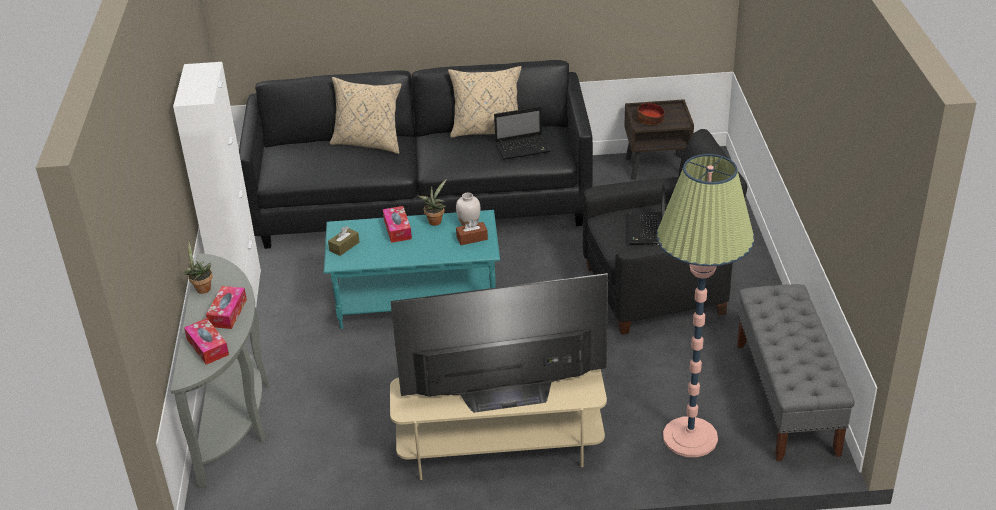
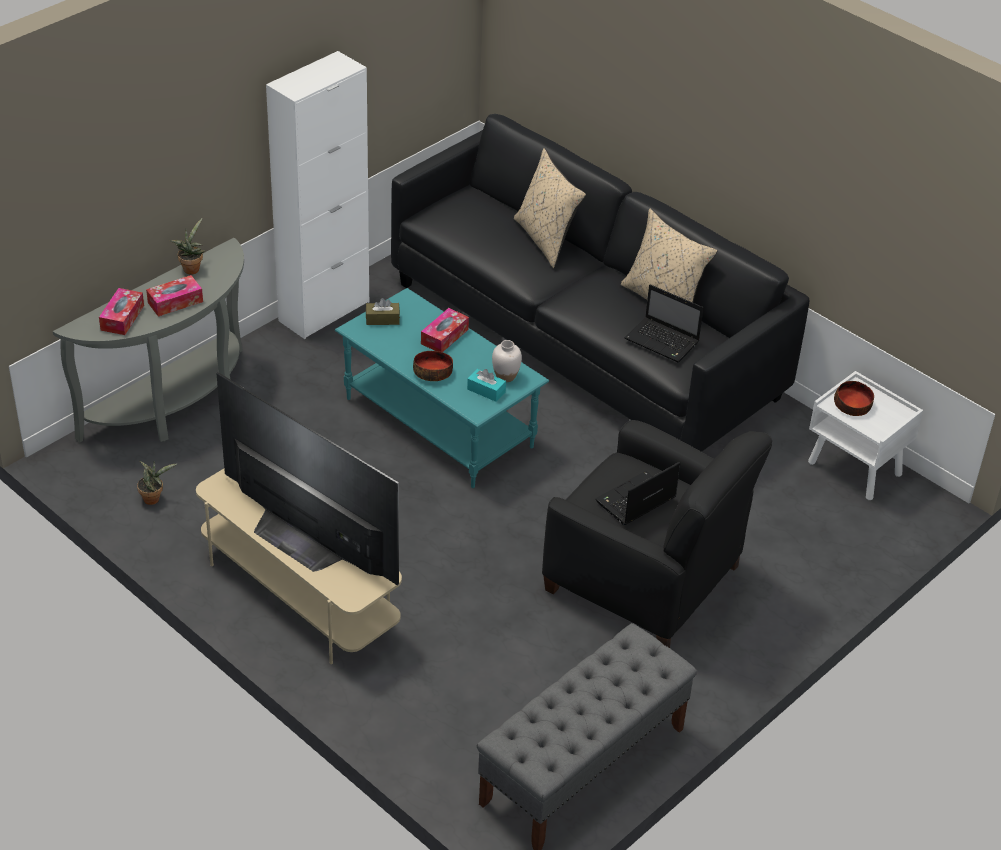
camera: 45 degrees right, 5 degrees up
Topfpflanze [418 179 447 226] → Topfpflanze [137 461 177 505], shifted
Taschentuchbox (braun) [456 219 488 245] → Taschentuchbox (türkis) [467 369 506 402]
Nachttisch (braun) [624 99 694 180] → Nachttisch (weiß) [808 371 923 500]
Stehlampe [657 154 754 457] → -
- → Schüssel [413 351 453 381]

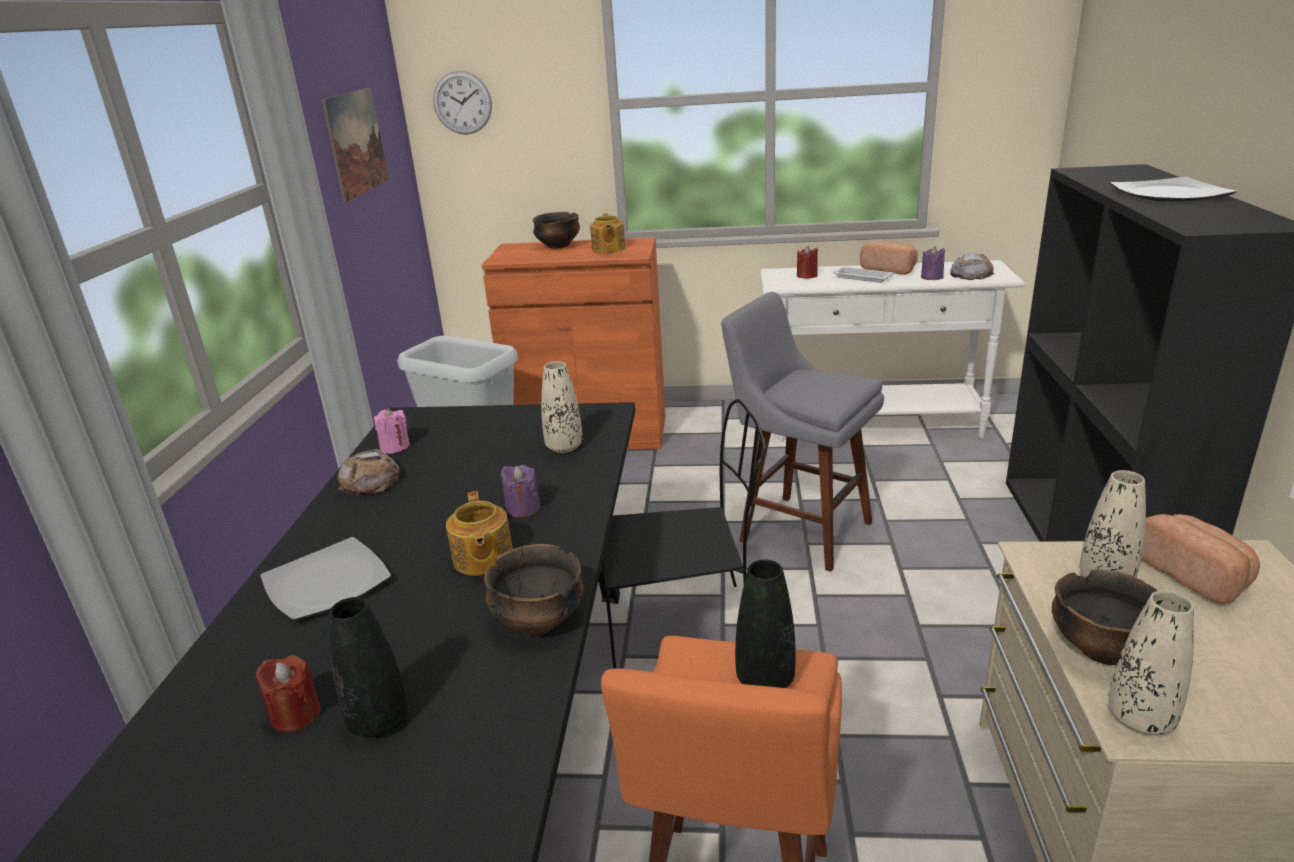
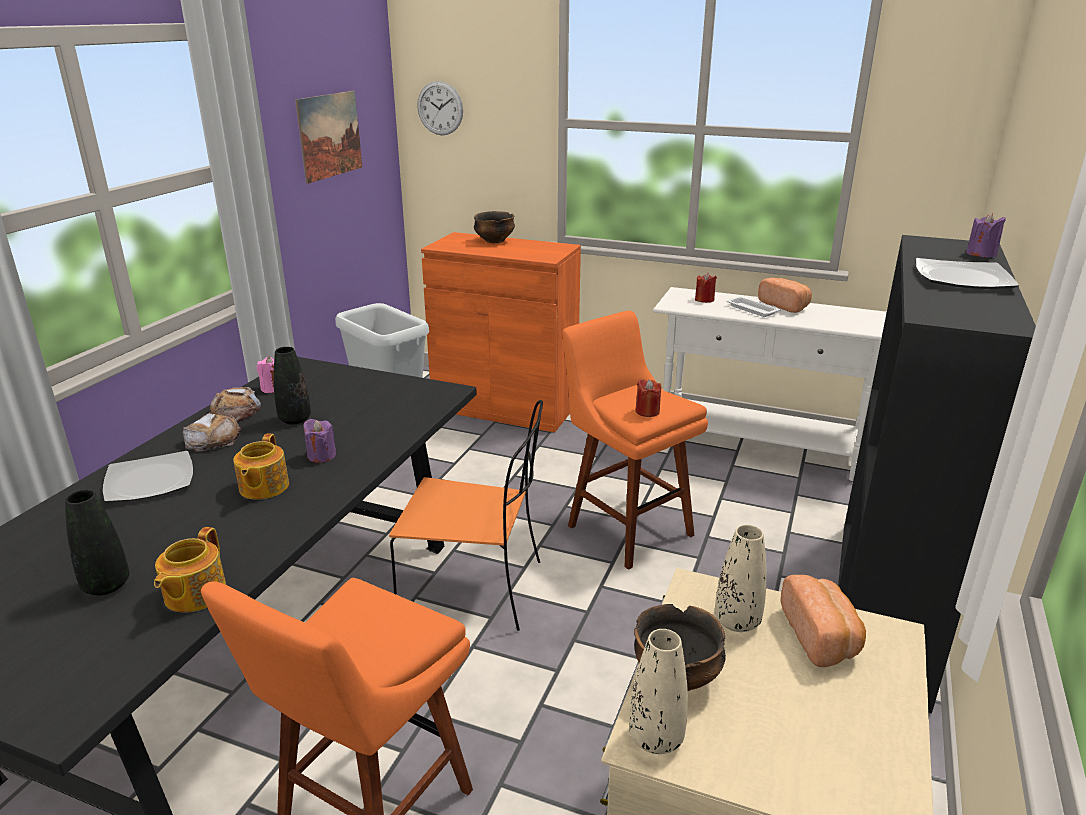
camera: 15 degrees right, 0 degrees up
Kerze (rot) [256 655 321 733] → Kerze (rot) [635 379 661 417], shifted
Schüssel [484 544 584 636] → -
Vase (beige) [541 361 582 453] → -
Teekanne [590 213 626 253] → Teekanne [154 527 226 613], shifted
Stuhl (schwarz) [602 399 766 669] → Stuhl (orange) [389 400 543 631]
Hocker (grau) [721 292 884 572] → Hocker (orange) [562 311 708 570]
Vase (schwarz) [735 560 796 688] → Vase (schwarz) [274 347 311 424], shifted
Kerze (lila) [921 246 945 280] → Kerze (lila) [966 213 1005 257], shifted
Brot [950 252 995 280] → Brot [183 413 241 452], shifted

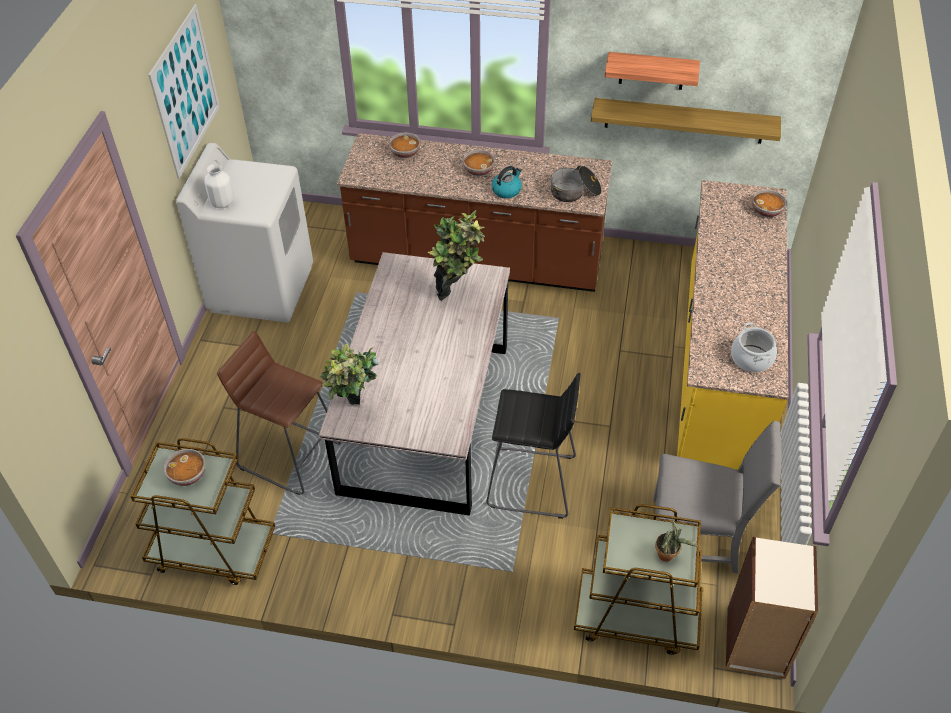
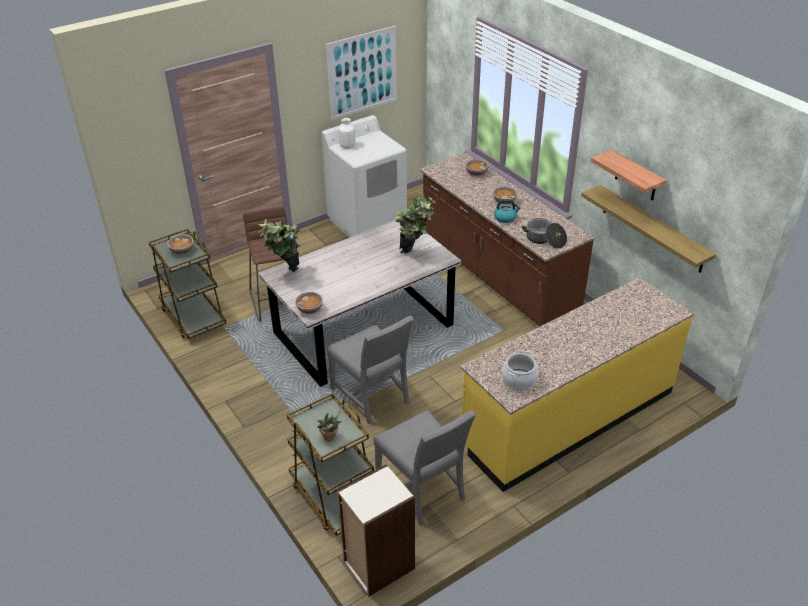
camera: 45 degrees right, 10 degrees down
Hocker (schwarz) [486 373 581 519] → Stuhl (grau) [327 316 414 424]
Schüssel [752 189 787 217] → Schüssel [295 292 323 314], shifted

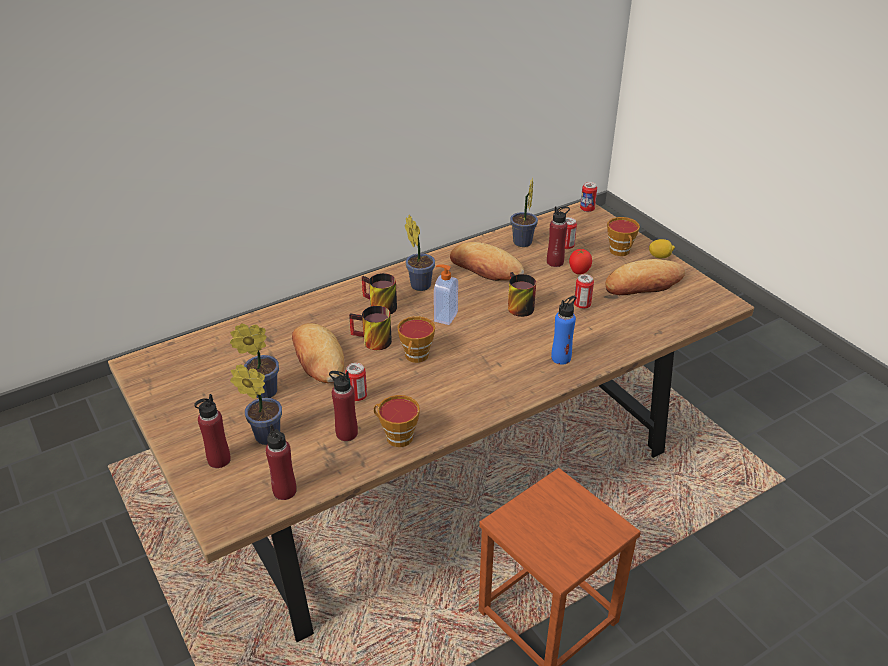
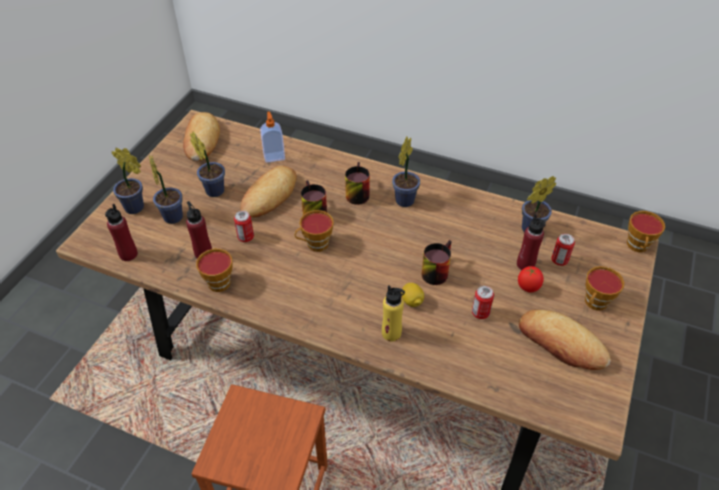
camera: 55 degrees right, 10 degrees up
Flasche (rot) [194 394 231 468] → Topfpflanze [111 148 144 214]
Seifenspender [434 264 458 325] → Seifenspender [260 112 285 163], shifted
Brot [450 242 524 281] → Brot [183 112 220 161], shifted
Flasche (blau) [551 296 577 365] → Flasche (gelb) [382 285 405 341]
Dose [580 182 597 212] → Tasse [627 211 665 252]
Zitrone [649 239 675 258] → Zitrone [401 283 424 307], shifted

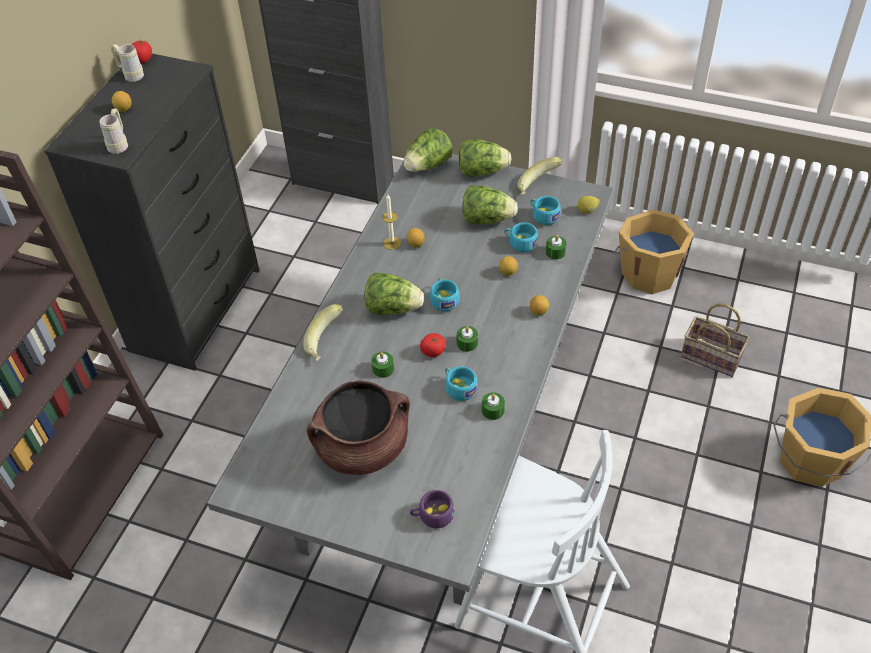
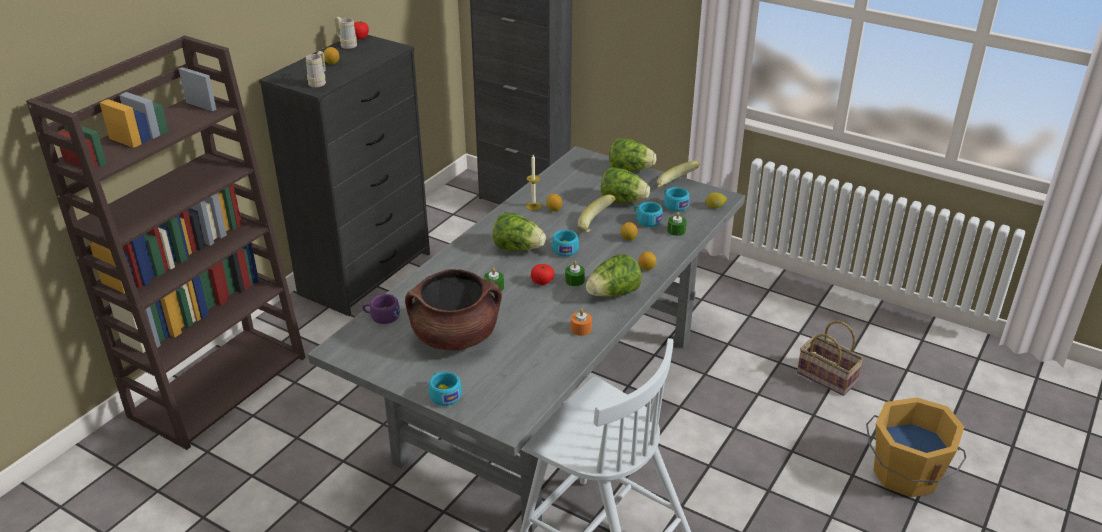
camera: 10 degrees right, 15 degrees down
Banane [303 304 343 361] → Banane [578 194 616 233], shifted
Salatkopf [404 128 453 172] → Salatkopf [586 254 642 297], shifted
Tasse (lila) [410 490 455 528] → Tasse (lila) [363 294 400 324], shifted
Tasse (türkis) [445 366 478 401] → Tasse (türkis) [429 372 462 406], shifted
Kerze (grün) [482 392 505 420] → Kerze (orange) [571 309 592 336]
Eimer (orange) [613 209 694 294] → -

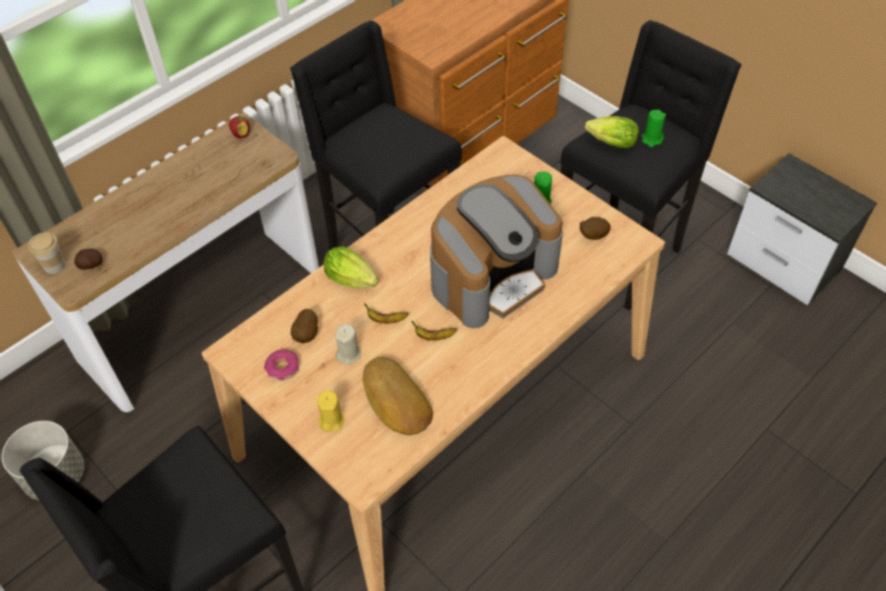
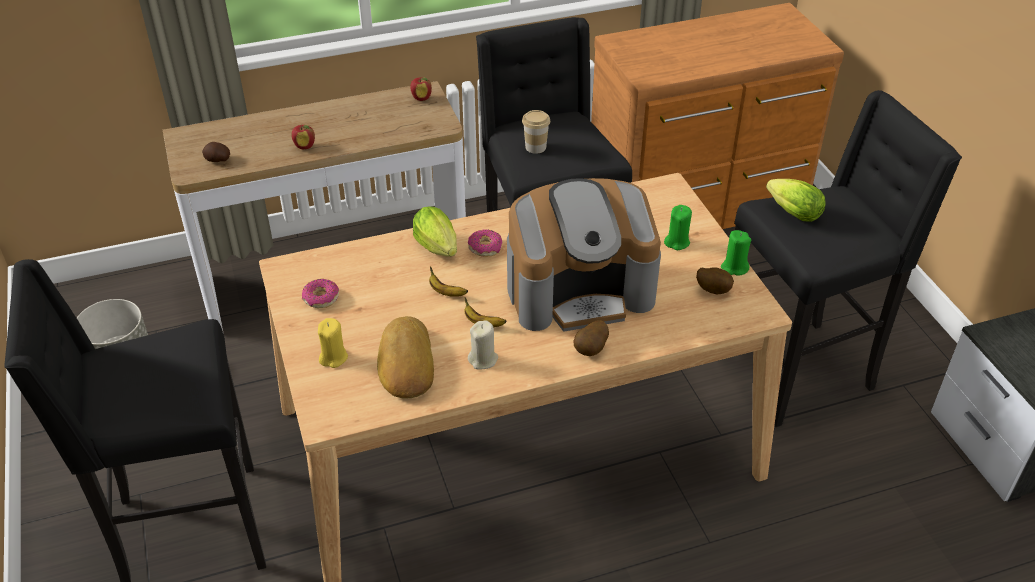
camera: 25 degrees right, 10 degrees down
Tasse [28 232 65 274] → Tasse [522 110 550 154], shifted
Kartoffel [291 309 318 343] → Kartoffel [574 320 609 356], shifted
Kerze (beige) [335 324 361 365] → Kerze (beige) [468 320 498 370], shifted
Kerze (grün) [642 110 666 147] → Kerze (grün) [721 230 751 276], shifted
- → Apfel [291 125 315 150]
- → Donut [468 229 502 257]

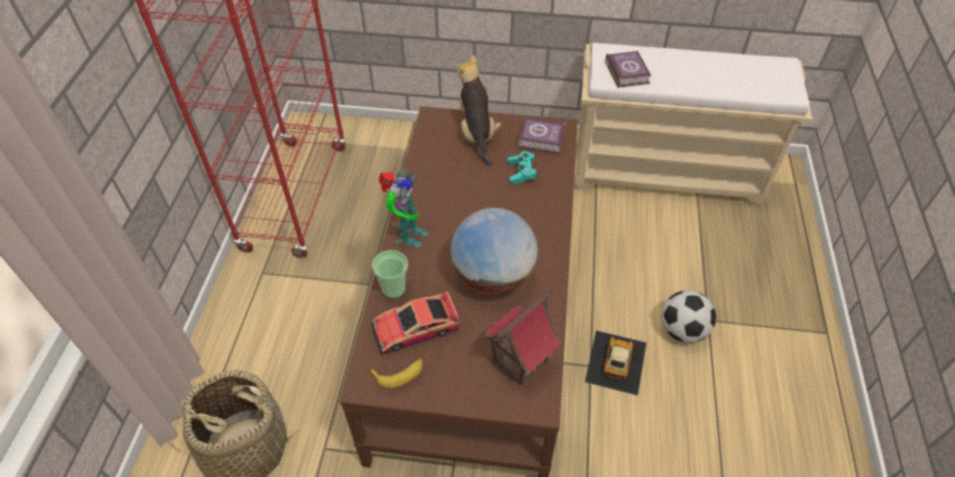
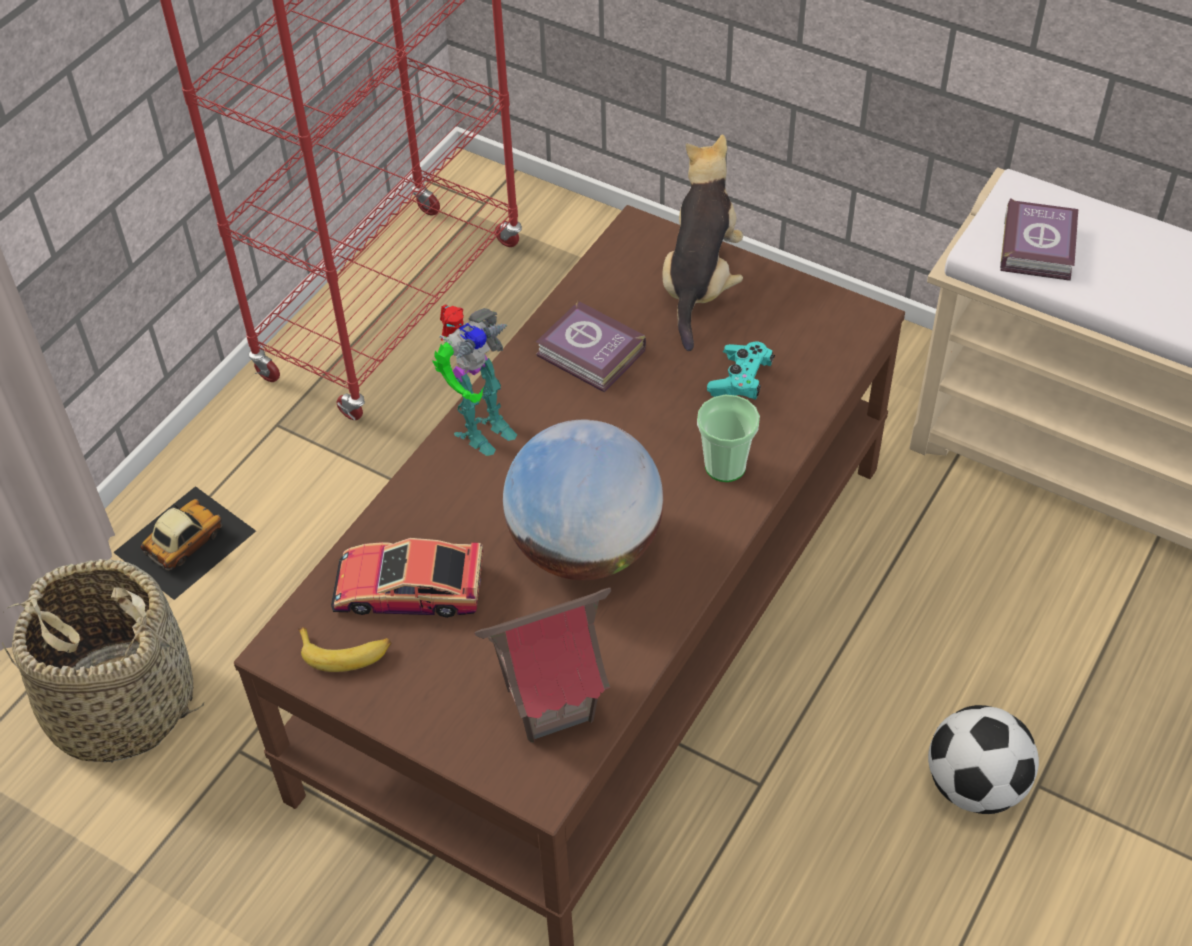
camera: 25 degrees right, 0 degrees up
Tasse [372 250 408 299] → Tasse [697 395 760 482], shifted
Buch [518 116 566 154] → Buch [536 300 646 392], shifted
Spielzeugauto [585 331 646 396] → Spielzeugauto [113 486 256 600], shifted

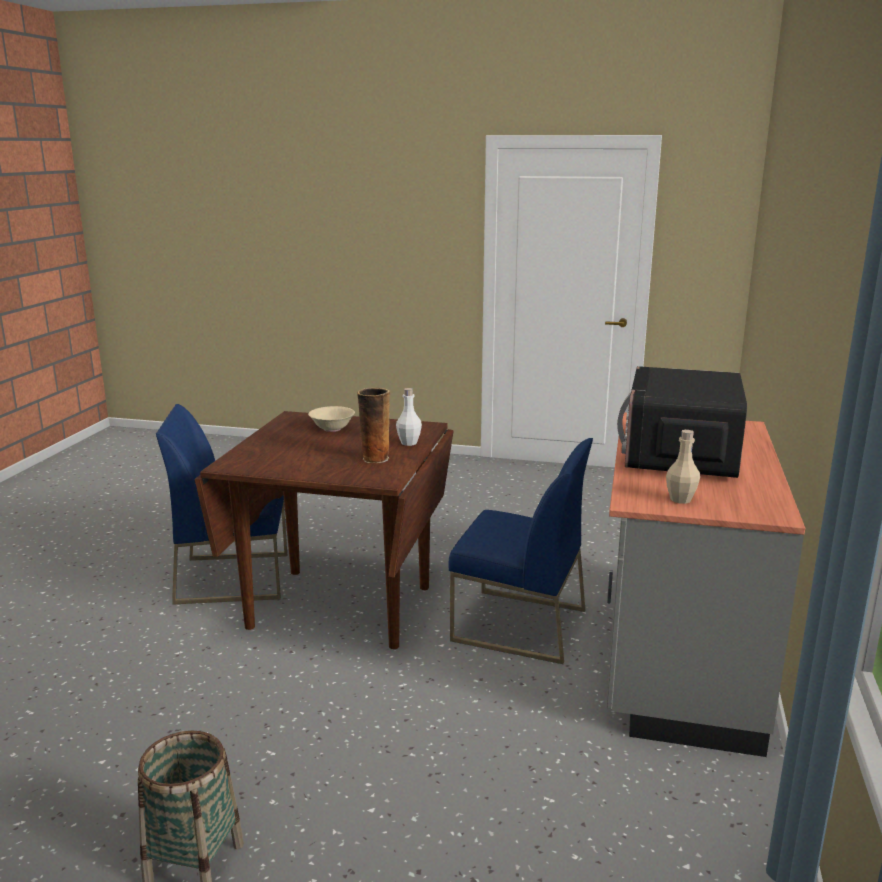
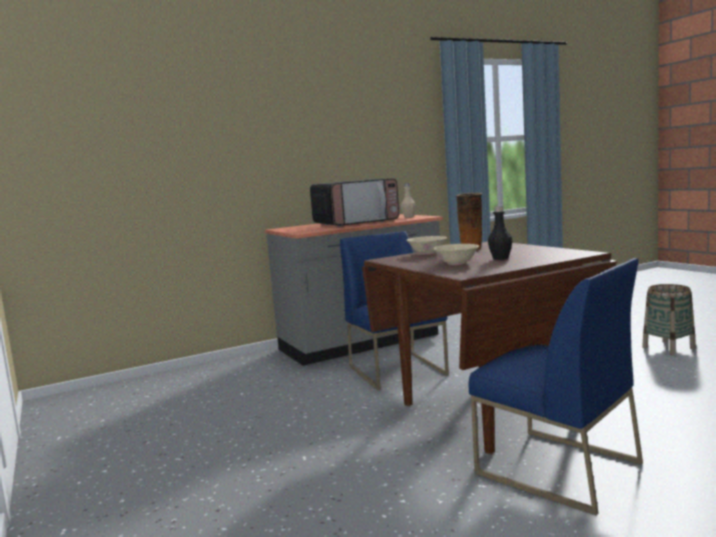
camera: 130 degrees left, 10 degrees down
Flasche (weiß) [396 388 422 446] → Schüssel (beige) [407 236 447 255]
- → Flasche (schwarz) [488 206 512 260]

